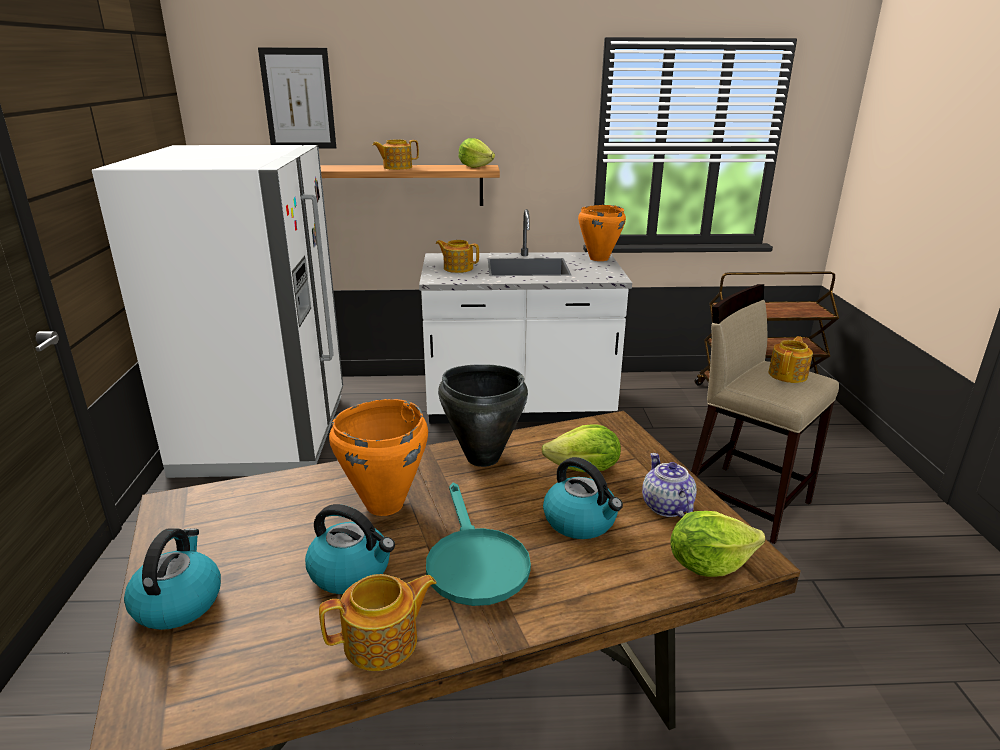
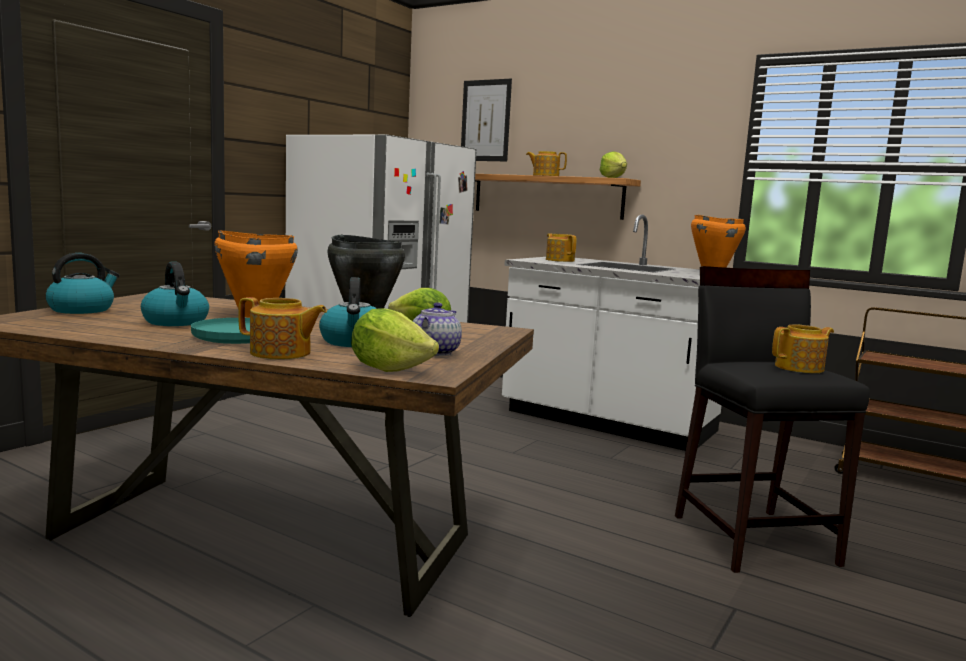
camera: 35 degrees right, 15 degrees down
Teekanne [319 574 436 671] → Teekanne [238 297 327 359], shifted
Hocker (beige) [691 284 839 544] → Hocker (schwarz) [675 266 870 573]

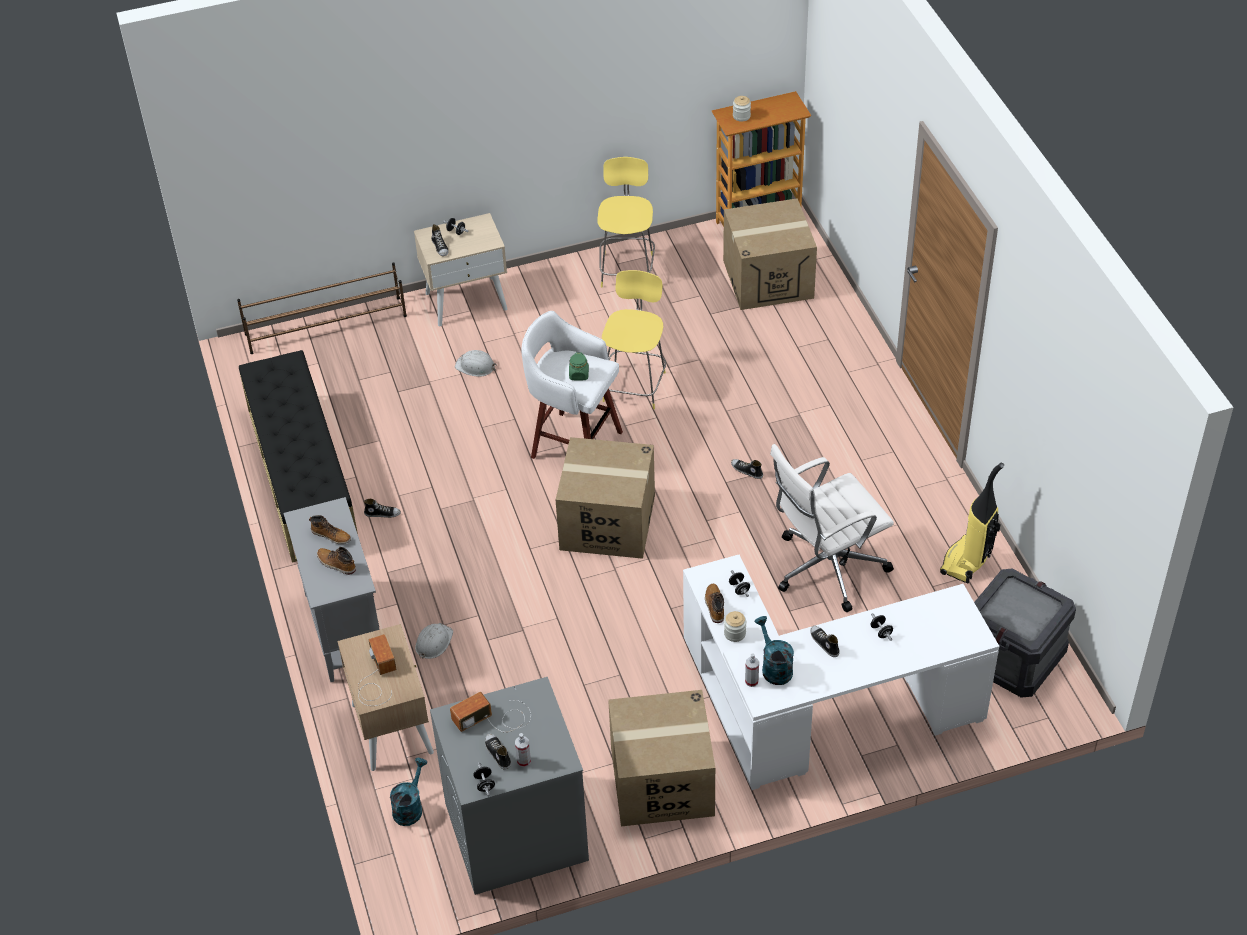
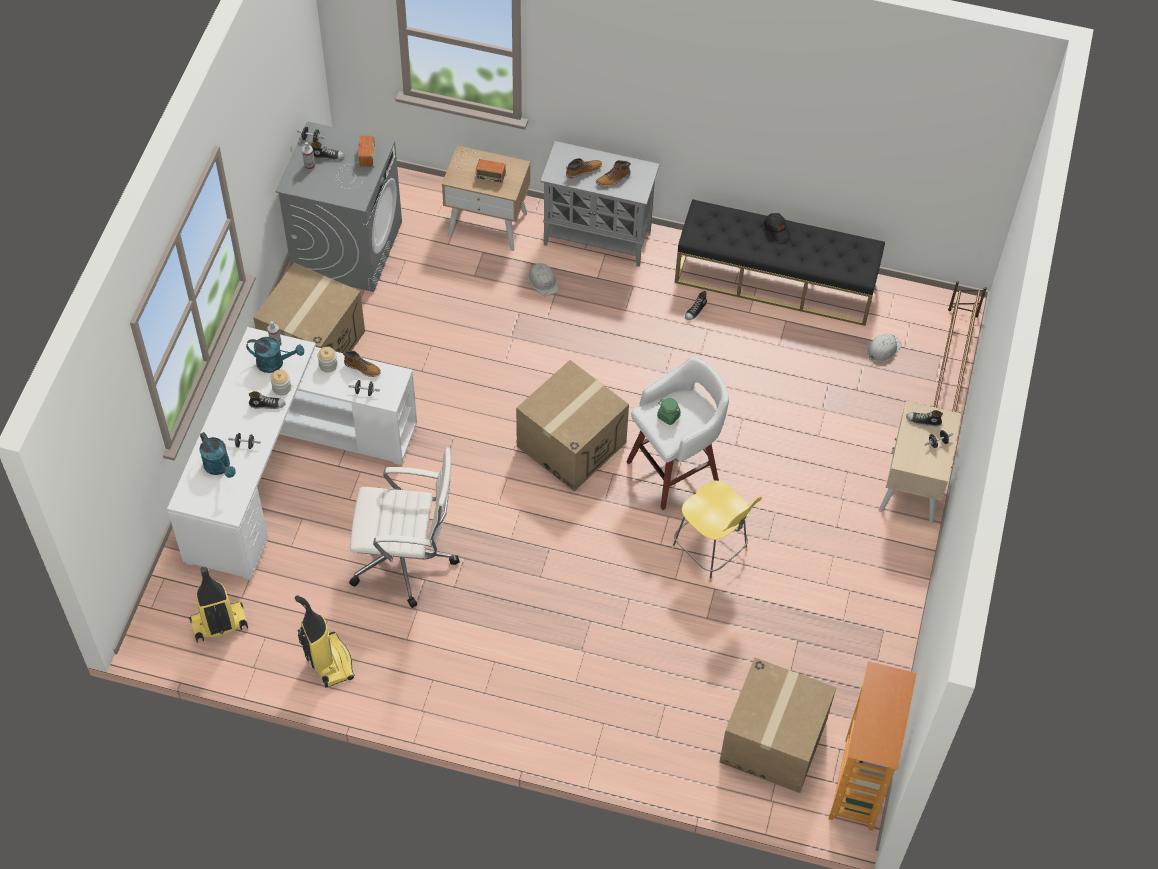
camera: 120 degrees right, 10 degrees up
Gießkanne (türkis) [390 758 428 826] → Gießkanne (türkis) [199 432 236 478], shifted
Schutzhelm (weiß) [455 350 497 377] → Schutzhelm (weiß) [867 334 902 363], shifted
Hocker (gelb) [597 157 655 287] → -
Schuh [731 459 763 479] → -
Vorratsglas [733 96 751 122] → Vorratsglas [270 370 291 395], shifted
Bürostuhl (weiß) [770 444 894 612] → Bürostuhl (weiß) [349 447 459 608], 90 degrees clockwise
Kiste [974 569 1076 698] → Staubsauger [189 566 248 643]
- → Kappe (schwarz) [764 213 791 242]

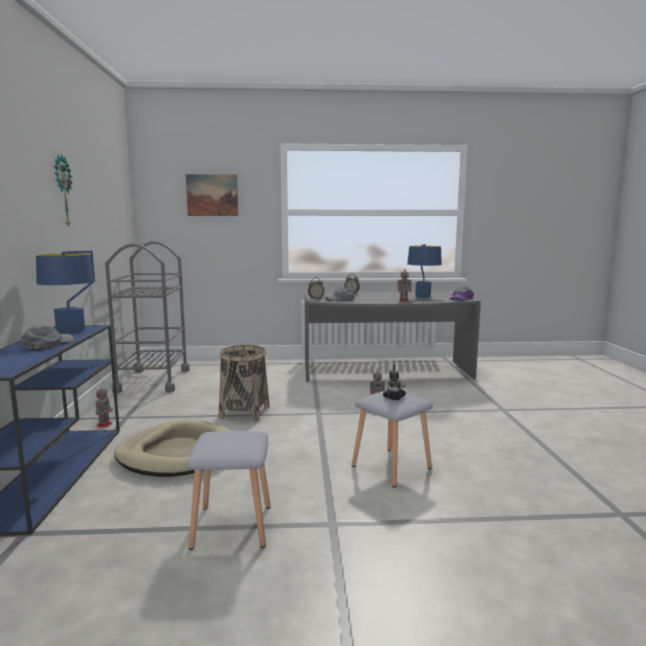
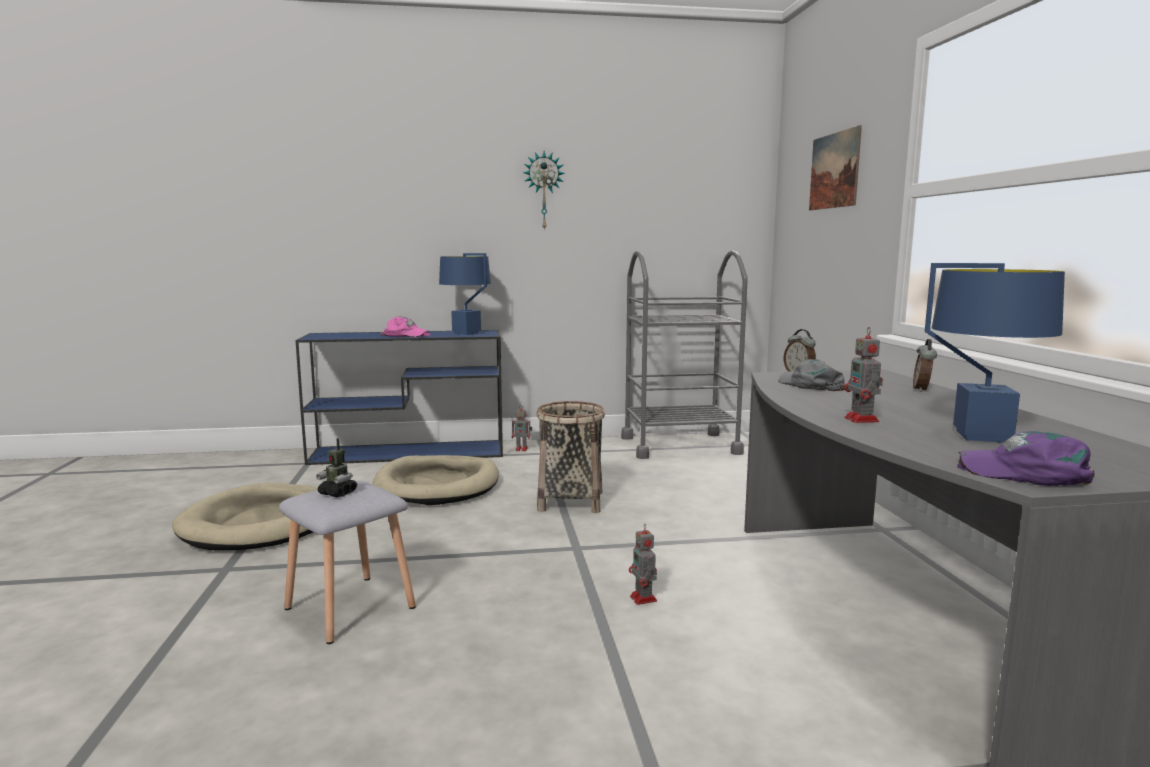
camera: 85 degrees right, 0 degrees up
Kappe (grau) [21 326 73 351] → Kappe (rosa) [381 317 430 337]
Hocker (grau) [187 431 271 550] → Hundebett (beige) [172 483 318 550]

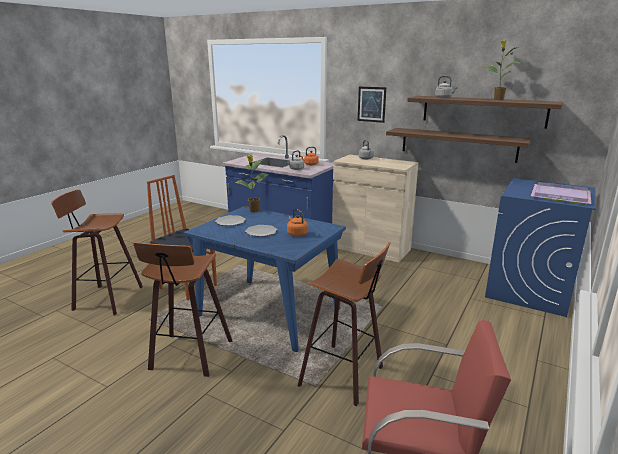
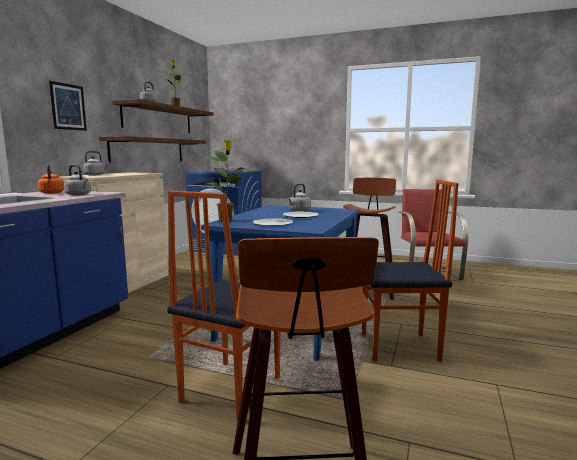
camera: 100 degrees left, 10 degrees down
Hocker [133 242 232 377] → Stuhl [362 180 459 362]
Wasserkessel (orange) [287 209 308 236] → Wasserkessel (grau) [287 184 311 211]

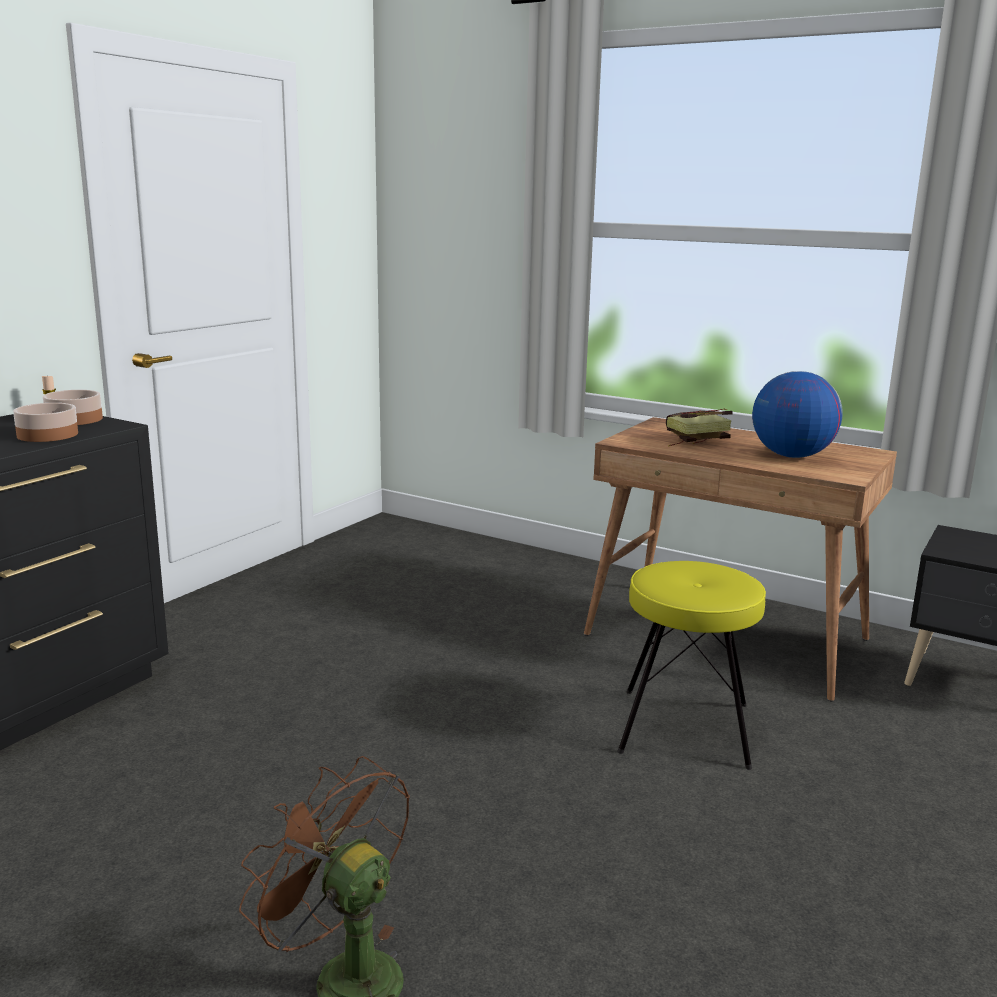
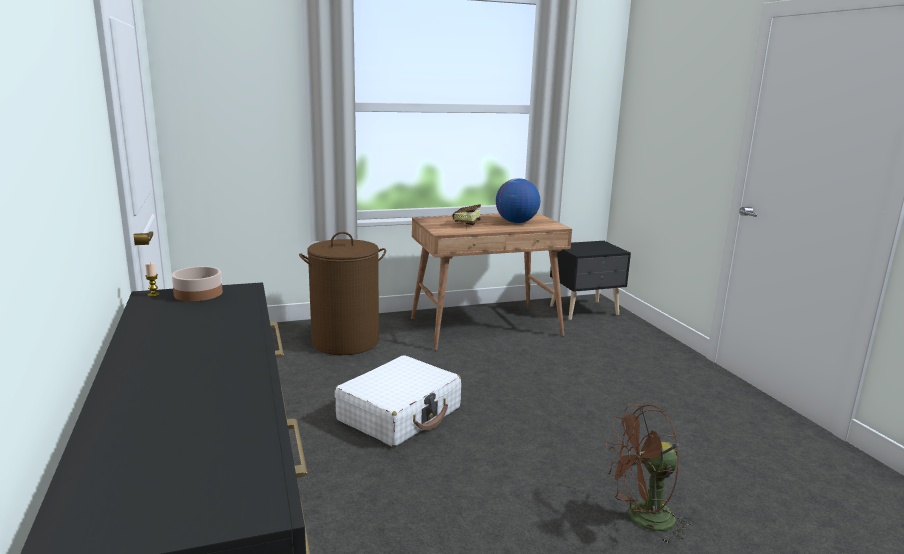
camera: 50 degrees left, 0 degrees up
Schüssel [13 403 78 442] → -
Hocker (gelb) [617 561 766 770] → -
- → Wäschekorb (braun) [299 232 386 355]
- → Koffer (weiß) [335 355 461 447]

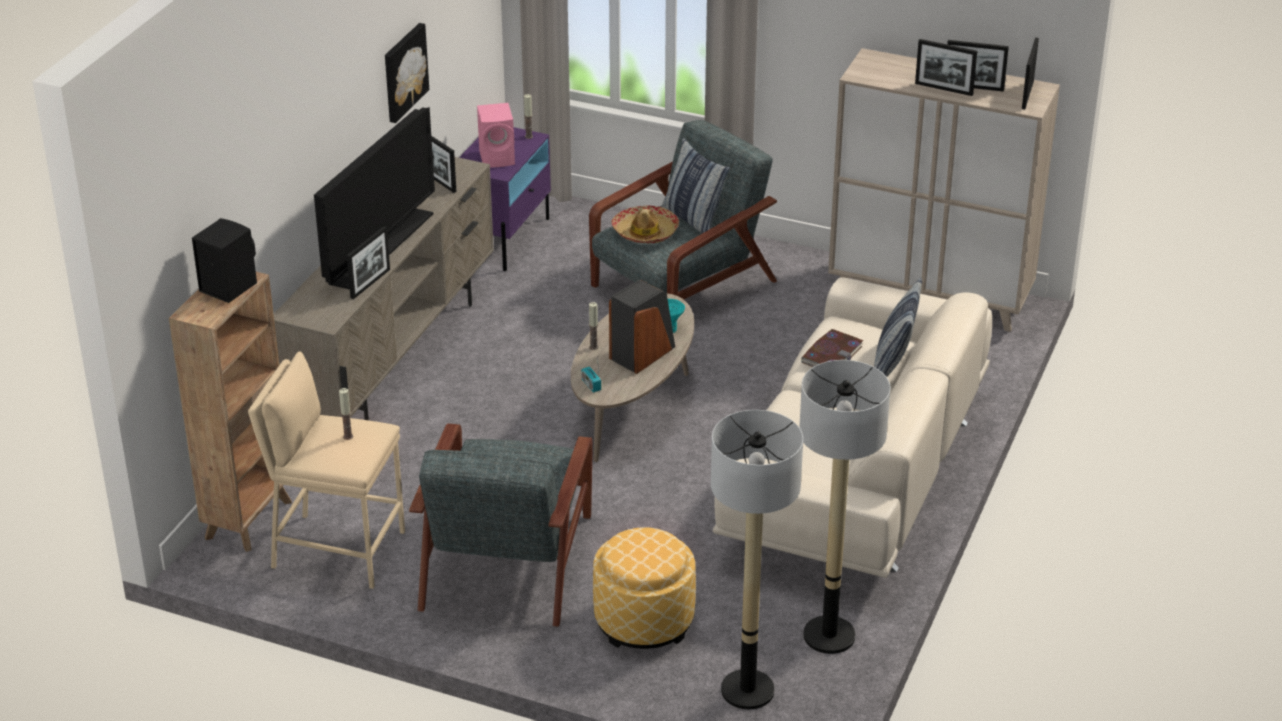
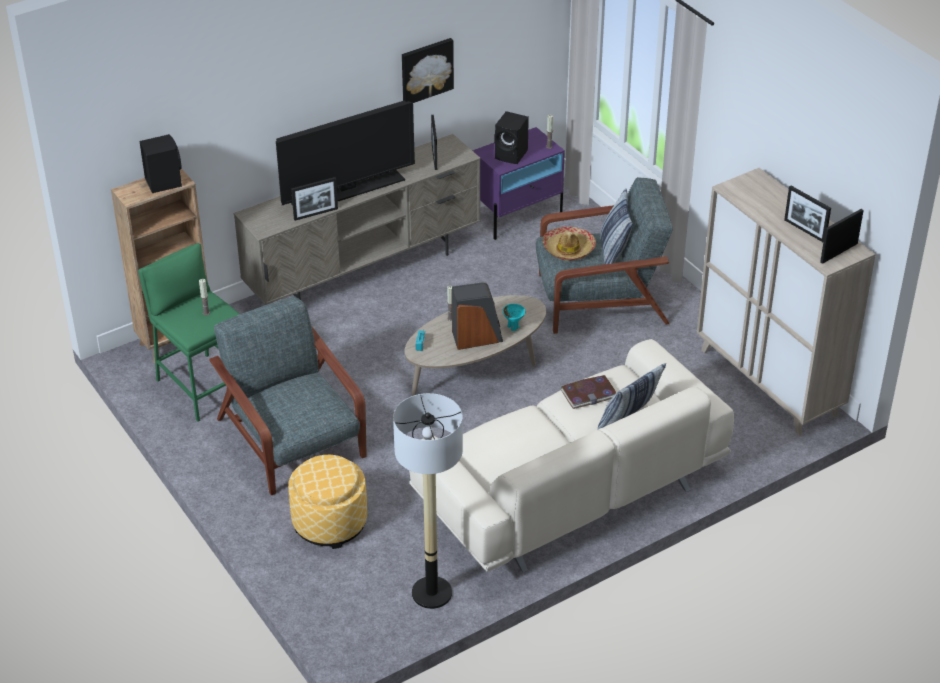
camera: 35 degrees right, 5 degrees up
Hocker (beige) [248 352 405 589] → Hocker (grün) [138 243 240 422]
Sessel (grau) [409 423 593 627] → Sessel (grau) [209 296 367 495], 105 degrees clockwise
Lautsprecher (rosa) [477 103 515 168] → Lautsprecher (schwarz) [494 111 529 164]
Stehlampe [711 410 803 710] → -
Bilderrahmen [915 39 977 96] → -

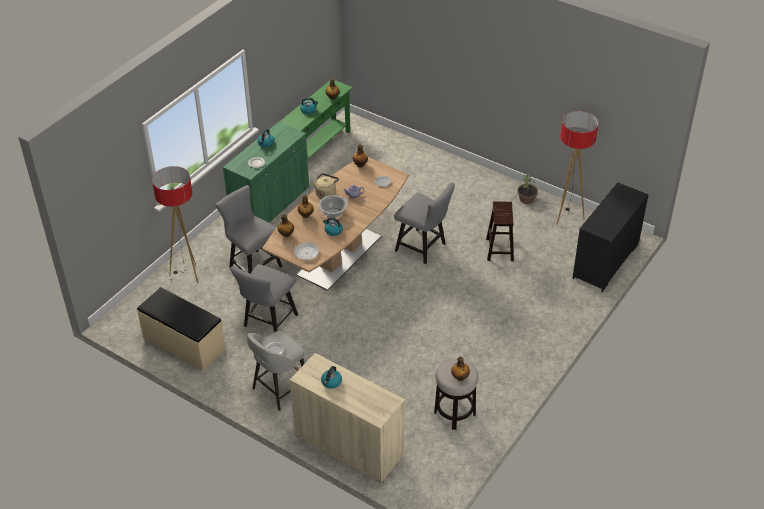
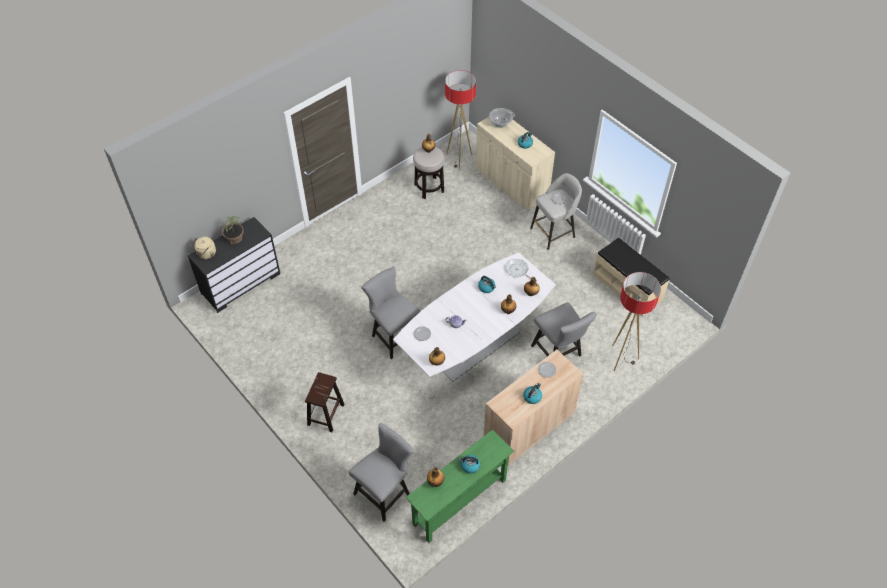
camera: 165 degrees left, 10 degrees up
Schrank (grün) [223 122 309 223] → Schrank (beige) [484 350 584 466]
Stuhl (grau) [230 264 298 332] → Stuhl (grau) [349 423 414 522], shifted
Esstisch (braun) [262 157 409 291] → Esstisch (weiß) [393 252 556 382]
Wasserkessel (beige) [312 173 339 199] → Wasserkessel (beige) [190 237 216 259], shifted
Kochtopf [318 195 348 218] → Kochtopf [487 108 515 128], shifted
Hocker (braun) [486 201 514 261] → Hocker (braun) [305 372 344 432], shifted
Topfpflanze [517 175 538 204] → Topfpflanze [222 216 244 244], shifted
Stehlampe [556 111 598 225] → Stehlampe [445 70 476 170], shifted

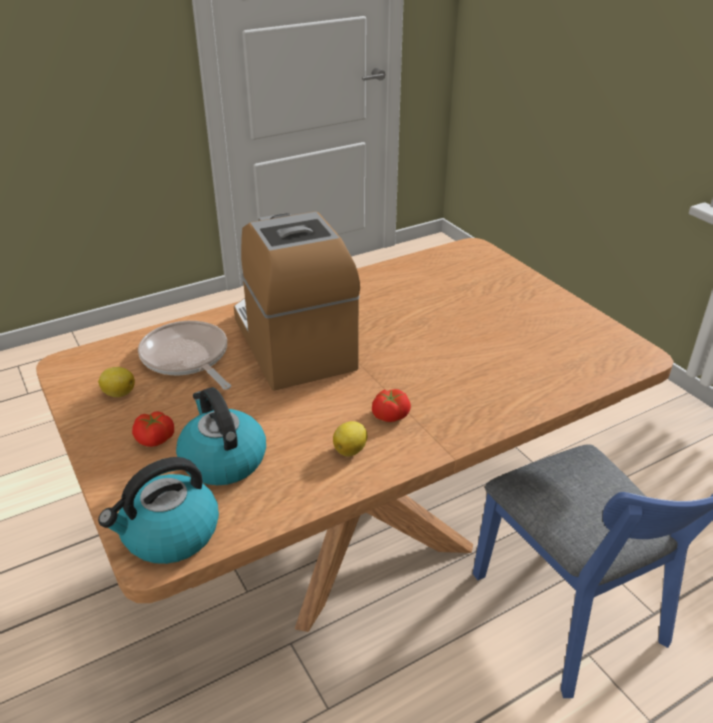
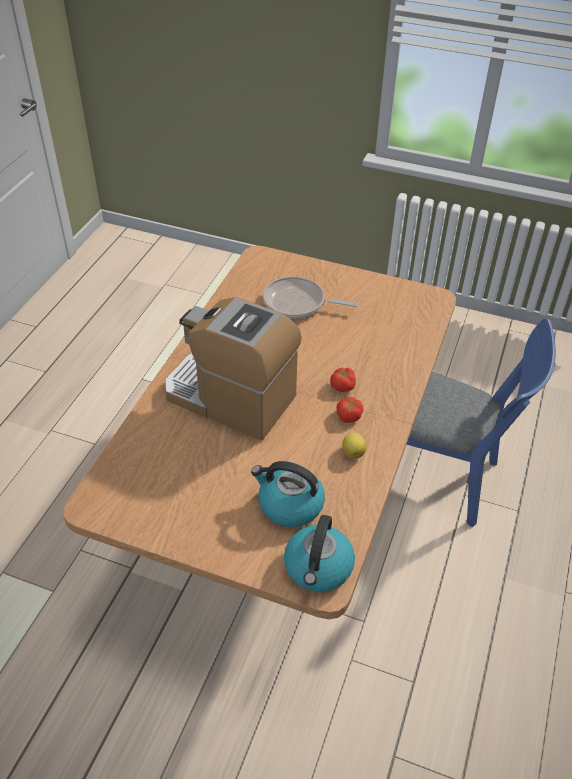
camera: 40 degrees left, 10 degrees up
Zitrone [98 367 135 397] → -
Tomate [132 411 174 447] → Tomate [330 368 356 392], shifted
Pfanne [138 321 231 390] → Pfanne [263 276 358 318], shifted

